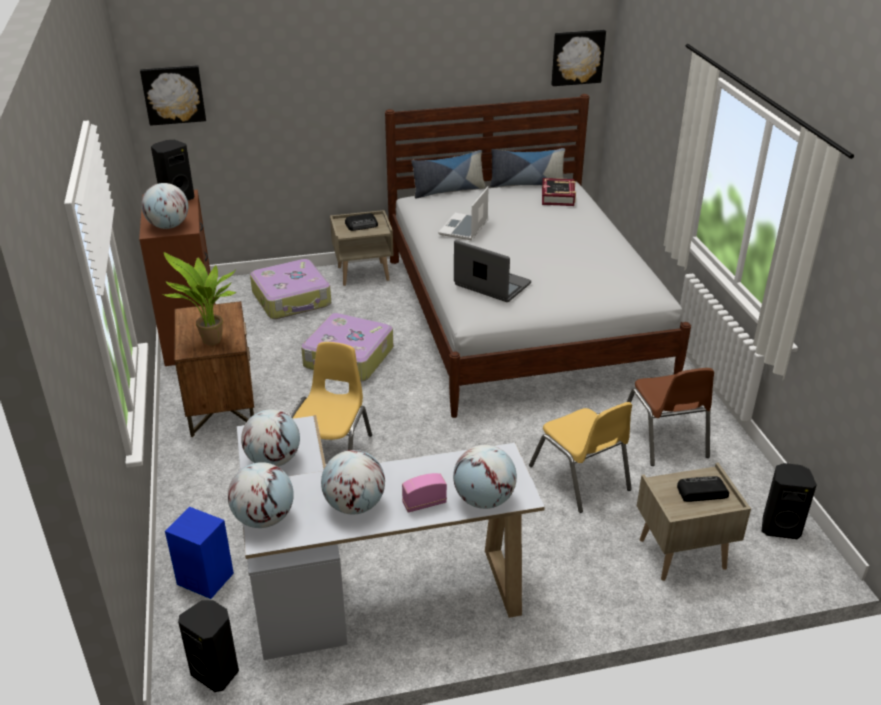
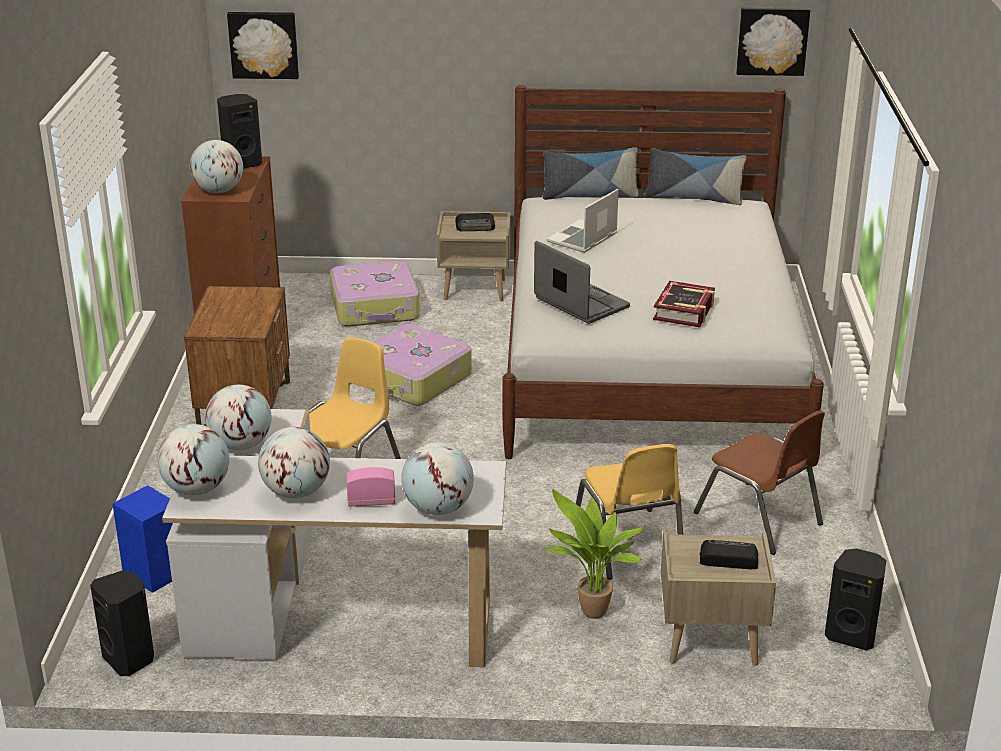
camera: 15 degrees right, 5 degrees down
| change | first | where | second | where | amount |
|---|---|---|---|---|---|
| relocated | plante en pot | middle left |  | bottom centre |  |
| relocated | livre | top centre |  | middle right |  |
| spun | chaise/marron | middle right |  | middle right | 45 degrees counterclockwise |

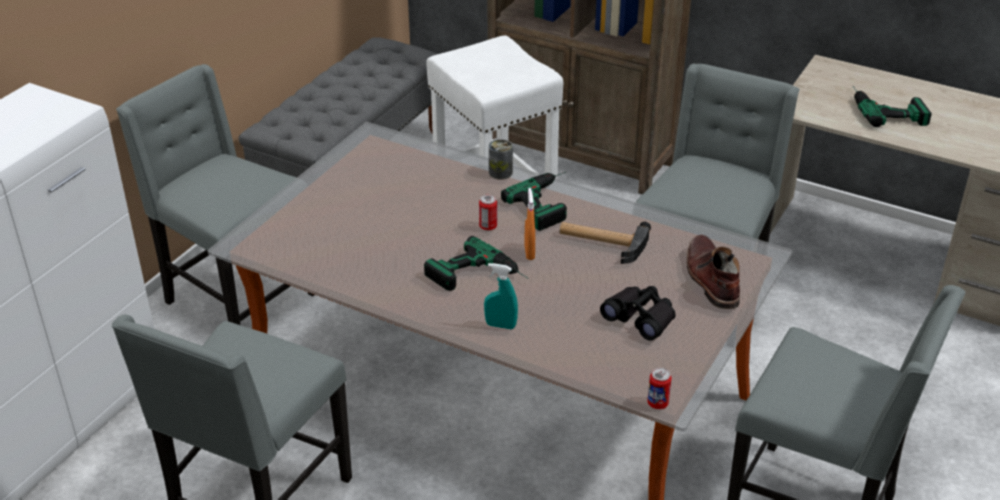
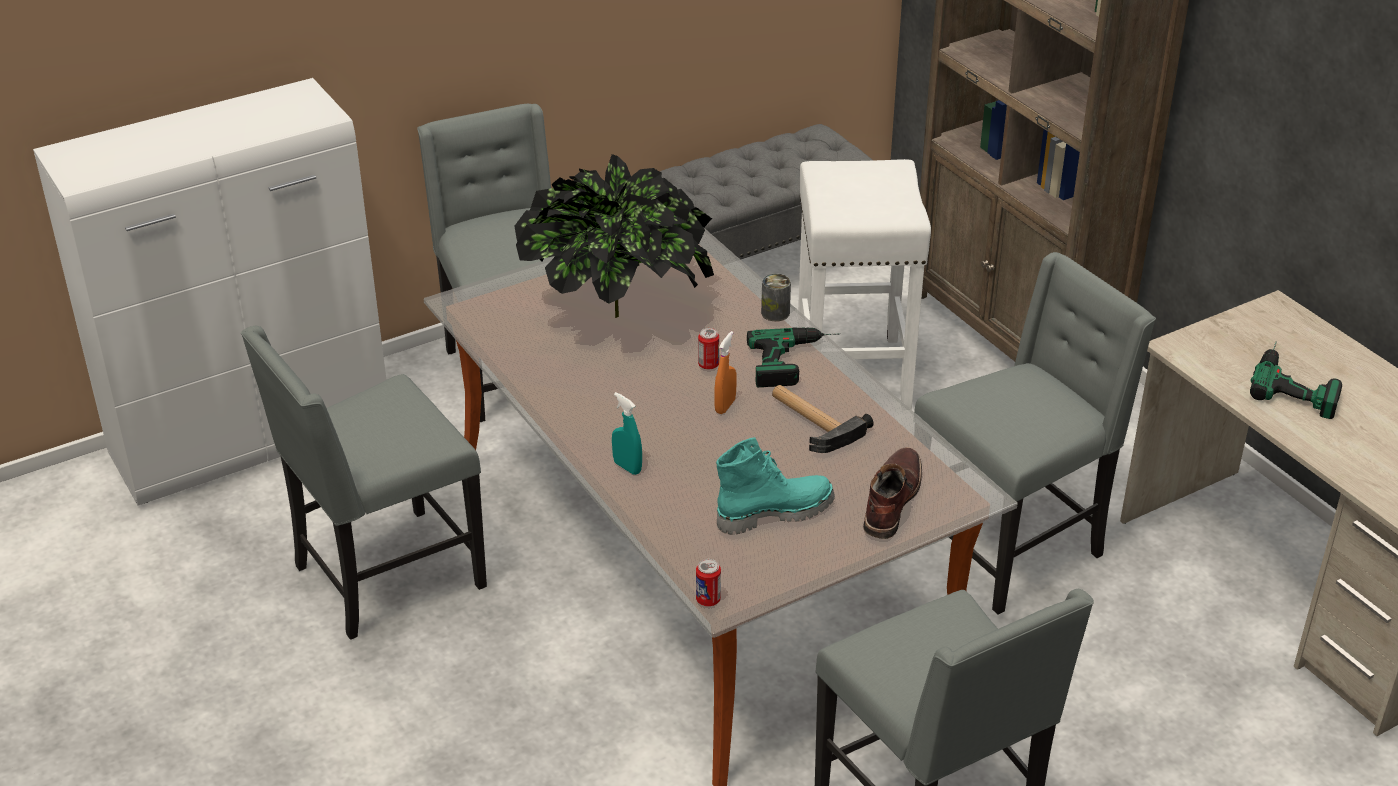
camera: 30 degrees right, 0 degrees up
| change | first | where | second | where | amount |
|---|---|---|---|---|---|
| missing | perceuse (no. 1 from left) | centre |  |  |  |
| appeared |  |  | plante en pot | top centre |  |
| exchanged | jumelles/noir | centre | botte/turquoise | centre |  |

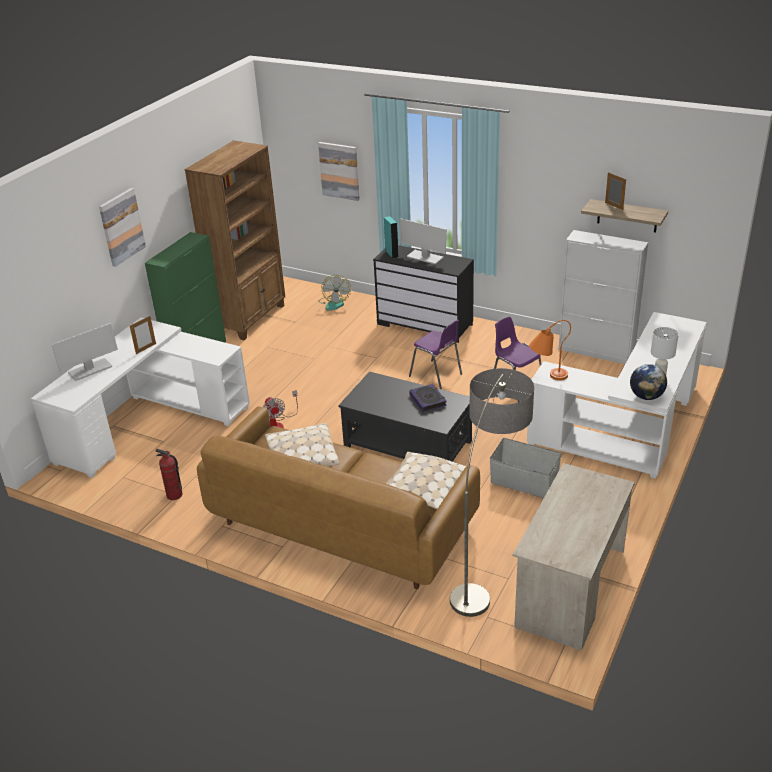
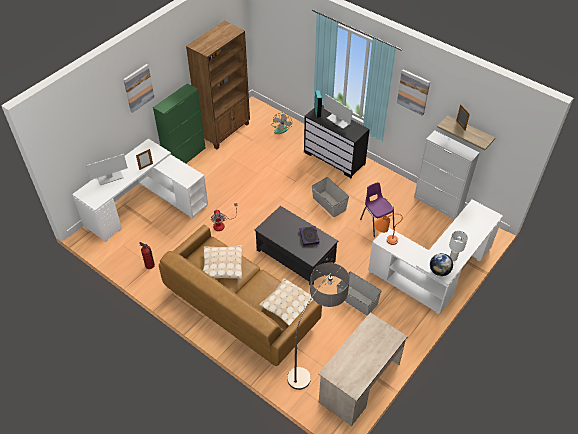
camera: 10 degrees right, 15 degrees up
| change | first | where | second | where | amount |
|---|---|---|---|---|---|
| relocated | tableau (no. 2 from left) | top centre |  | top right |  |
| exchanged | chaise/violet (no. 1 from left) | centre | boîte de rangement/gris (no. 1 from left) | centre |  |

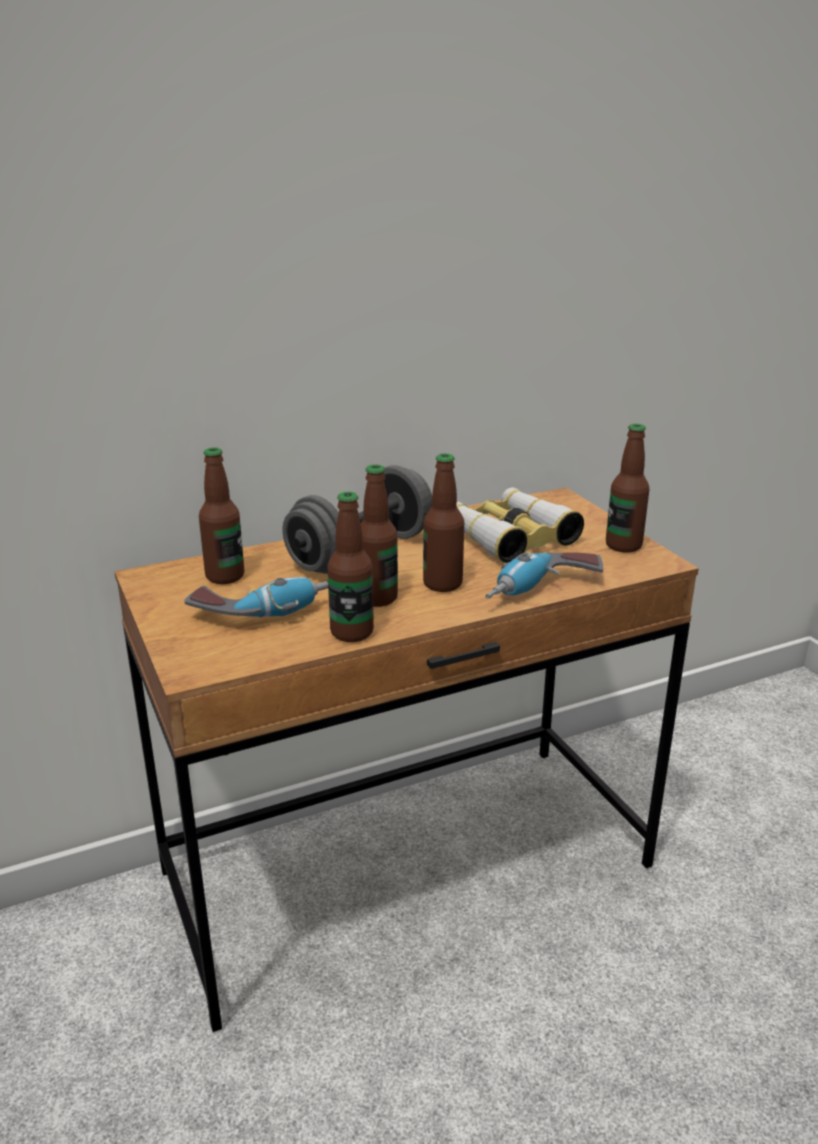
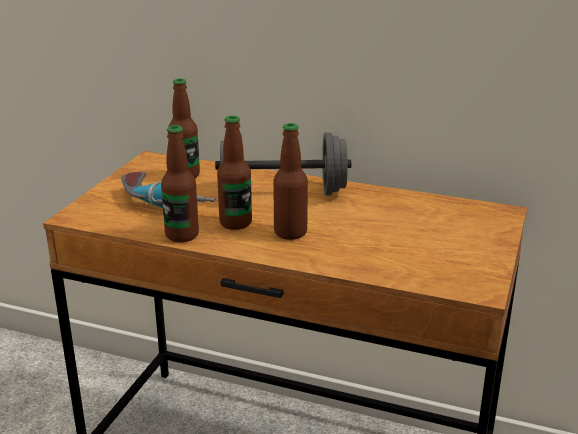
camera: 45 degrees right, 0 degrees up
| change | first | where | second | where | amount |
|---|---|---|---|---|---|
| missing | jumelles | centre |  |  |  |
| missing | perceuse (no. 2 from left) | centre |  |  |  |
| missing | bouteille (no. 5 from left) | middle right |  |  |  |

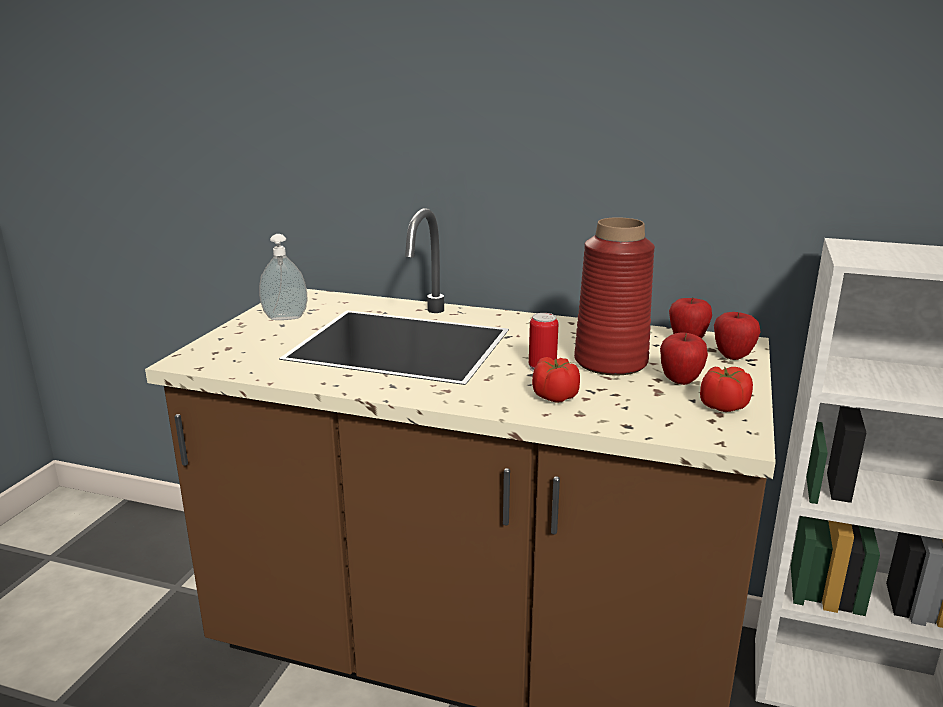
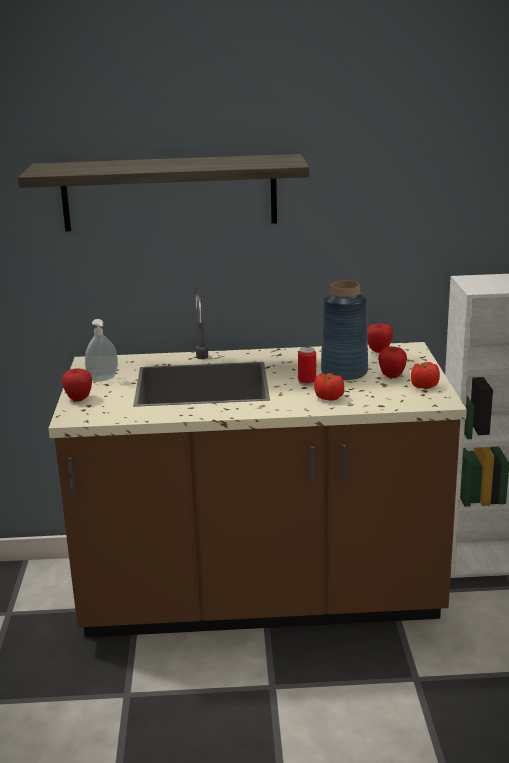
camera: 20 degrees left, 0 degrees up
| change | first | where | second | where | amount |
|---|---|---|---|---|---|
| appeared |  |  | étagère | top left |  |
| relocated | pomme (no. 3 from left in the first image) | middle right | pomme (no. 1 from left) | middle left |  |
| colour | vase/rouge | centre | vase/bleu | middle right |  |

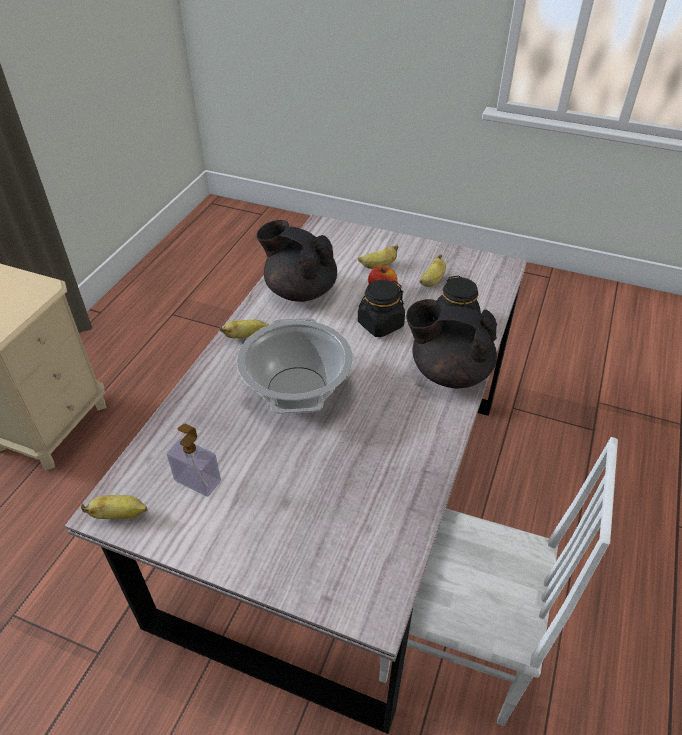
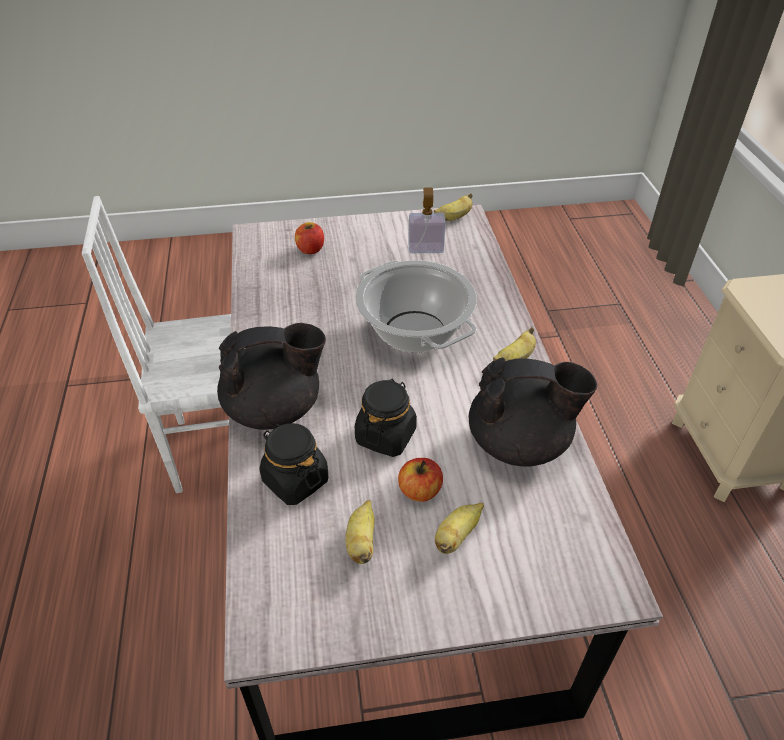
camera: 150 degrees right, 0 degrees up
| change | first | where | second | where | amount |
|---|---|---|---|---|---|
| appeared |  |  | pomme (no. 1 from left) | top centre |  |

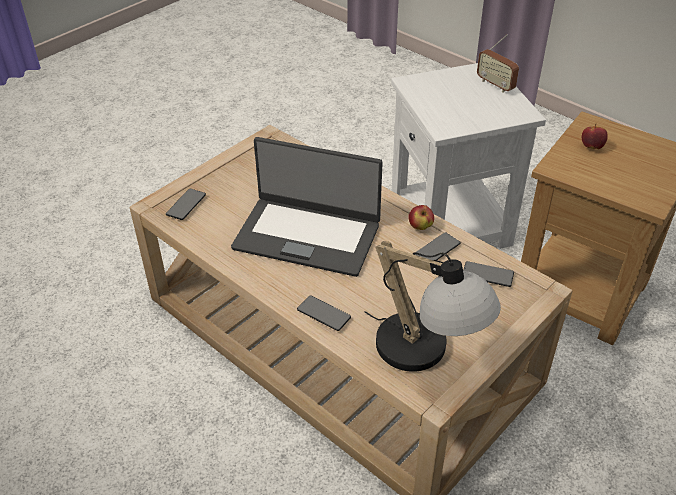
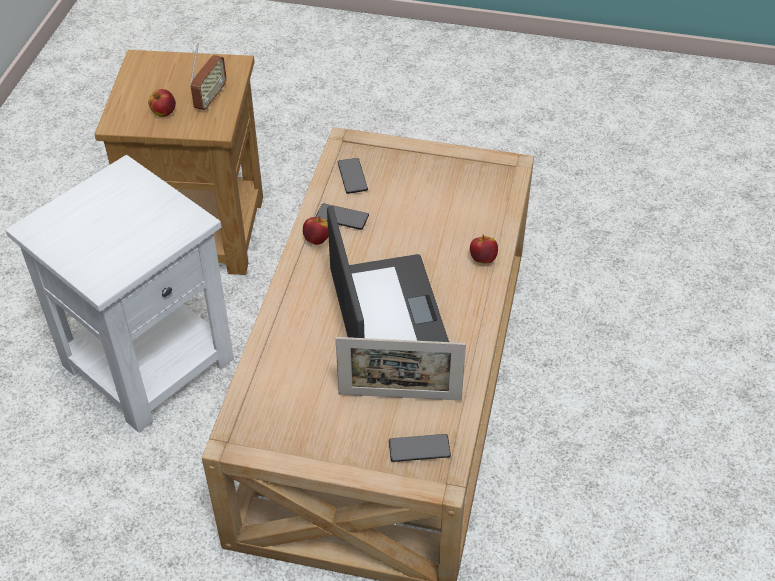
camera: 120 degrees left, 5 degrees up
| change | first | where | second | where | amount |
|---|---|---|---|---|---|
| missing | lampe de table | centre |  |  |  |
| appeared |  |  | cadre photo | centre |  |
| relocated | radio | top right |  | top left |  |
| exchanged | téléphone (no. 2 from left) | centre | pomme (no. 3 from left) | centre |  |

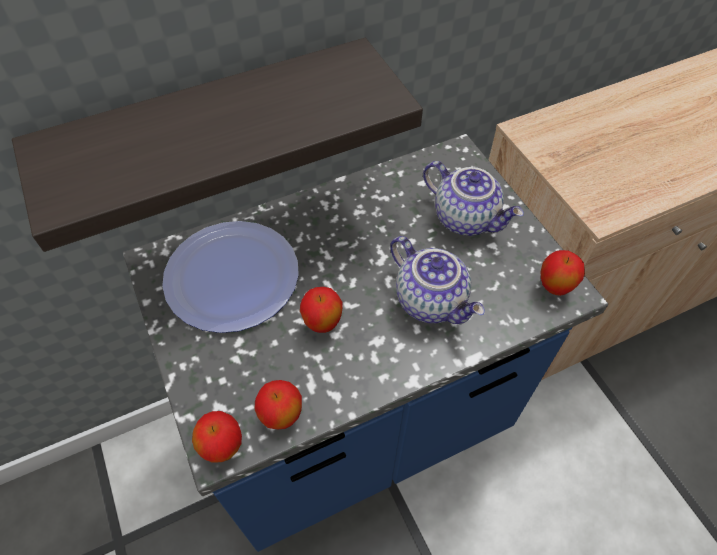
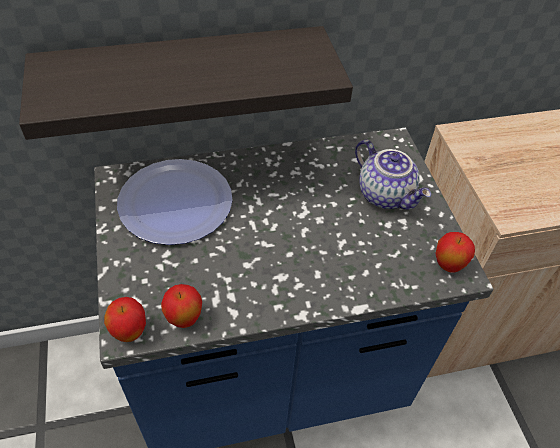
camera: 10 degrees right, 5 degrees down
| change | first | where | second | where | amount |
|---|---|---|---|---|---|
| missing | pomme (no. 3 from left) | centre |  |  |  |
| missing | théière (no. 1 from left) | centre |  |  |  |

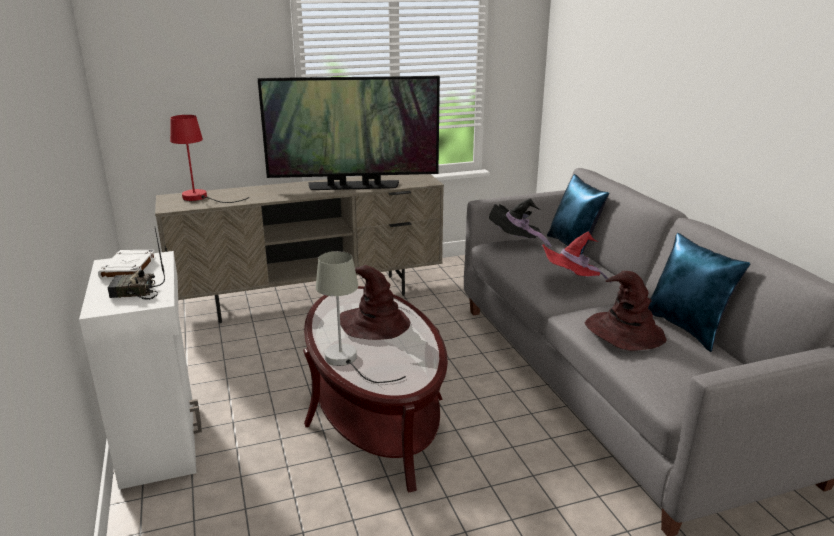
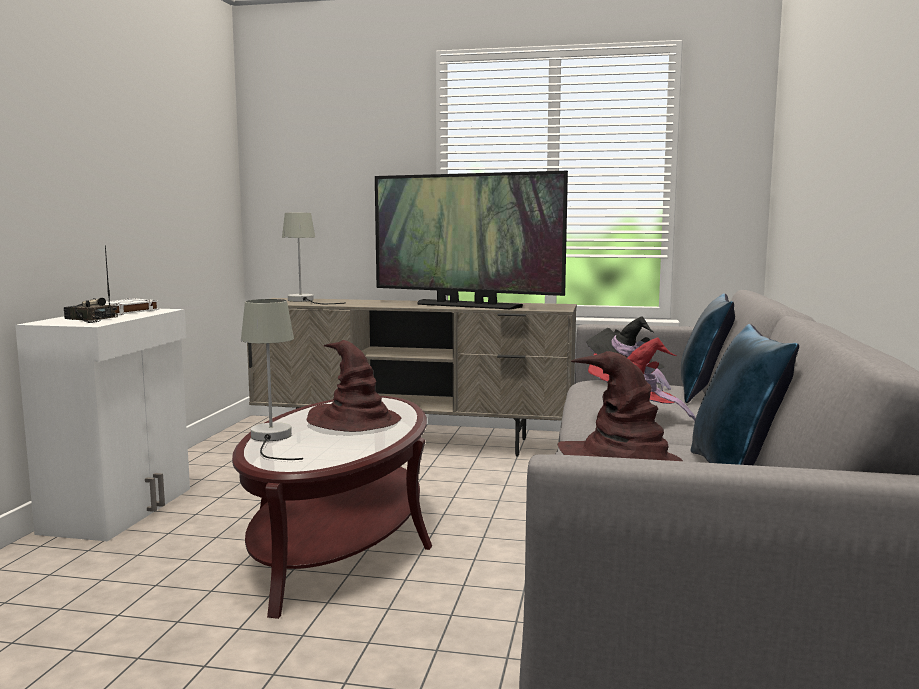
camera: 30 degrees right, 15 degrees down
| change | first | where | second | where | amount |
|---|---|---|---|---|---|
| colour | lampe de table/rouge | top left | lampe de table/gris (no. 2 from left) | centre |  |

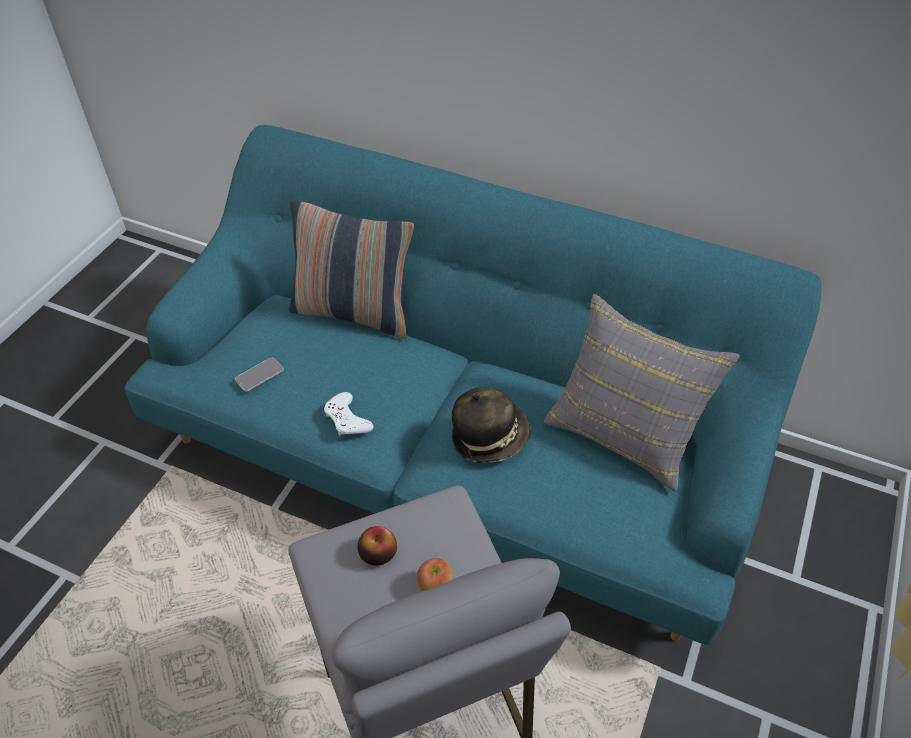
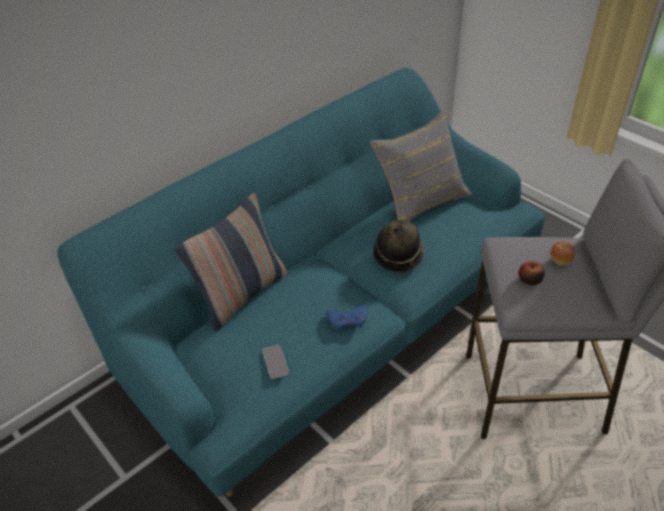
camera: 65 degrees left, 5 degrees down
| change | first | where | second | where | amount |
|---|---|---|---|---|---|
| colour | manette/blanc | centre | manette/bleu | centre |  |

